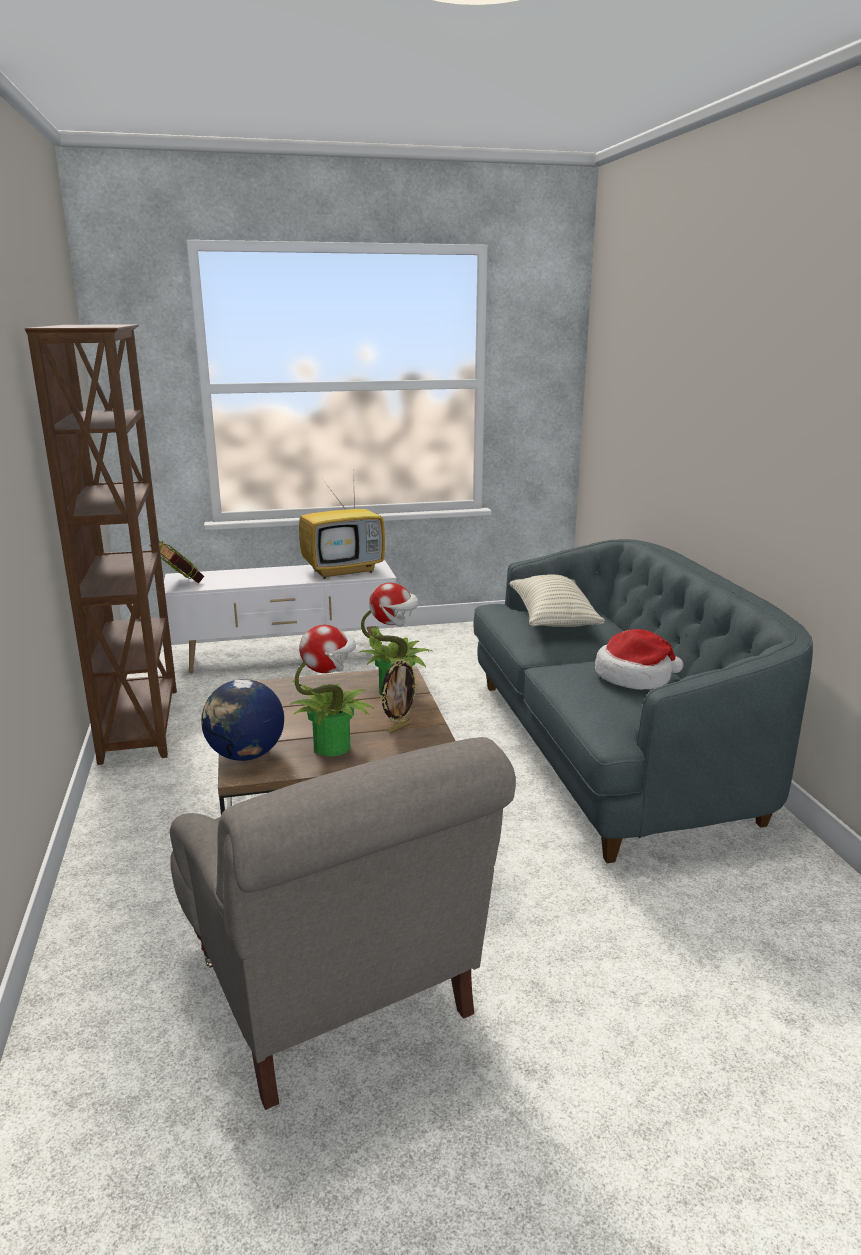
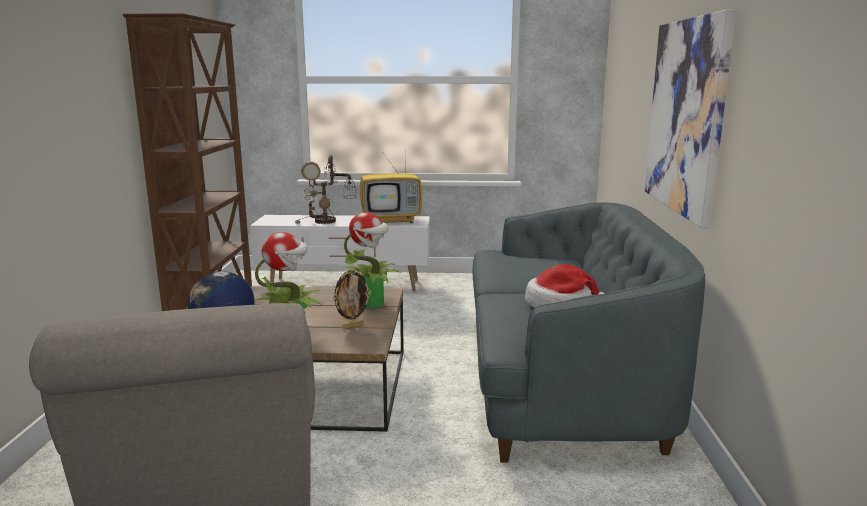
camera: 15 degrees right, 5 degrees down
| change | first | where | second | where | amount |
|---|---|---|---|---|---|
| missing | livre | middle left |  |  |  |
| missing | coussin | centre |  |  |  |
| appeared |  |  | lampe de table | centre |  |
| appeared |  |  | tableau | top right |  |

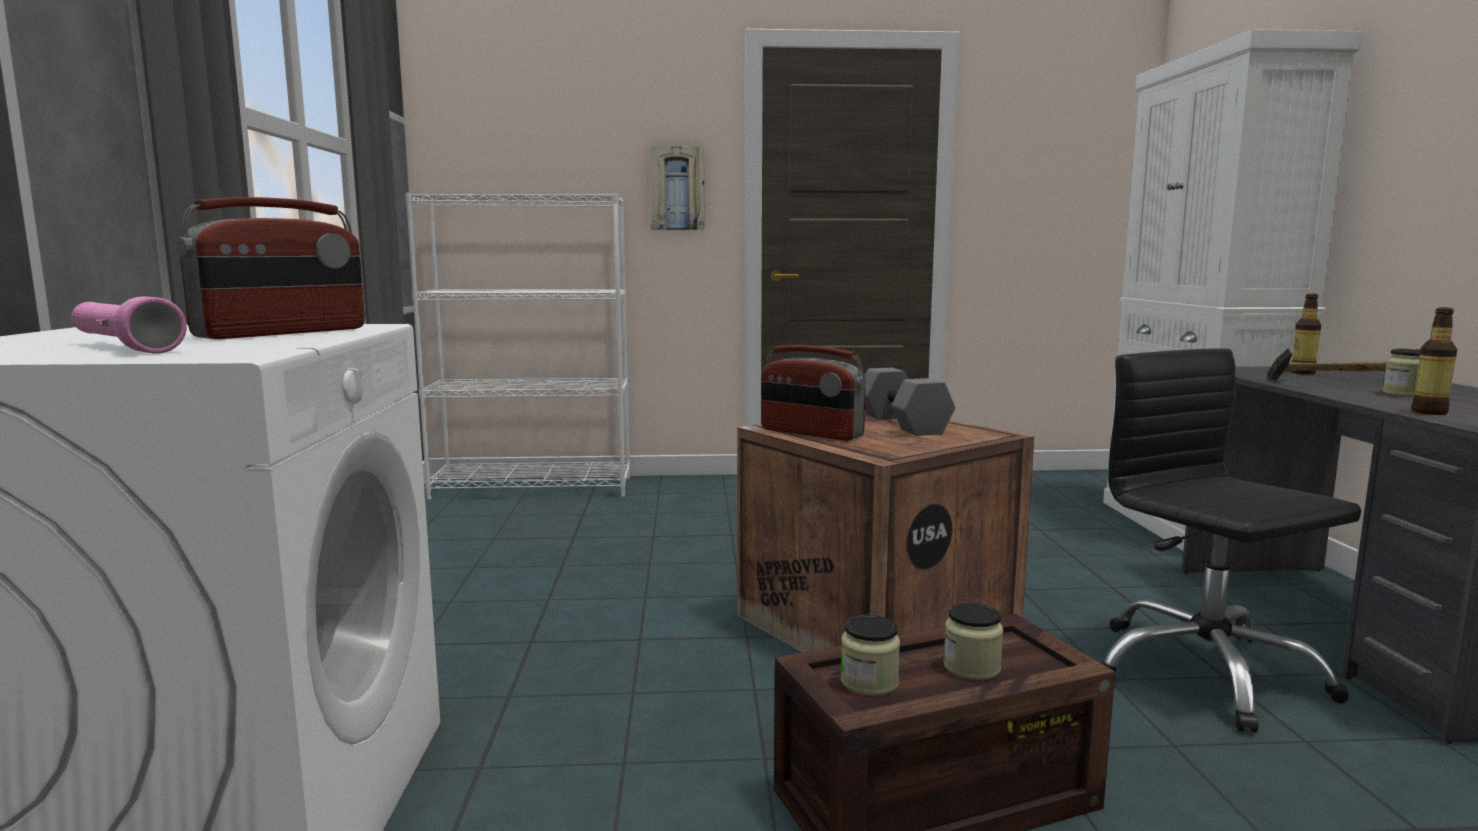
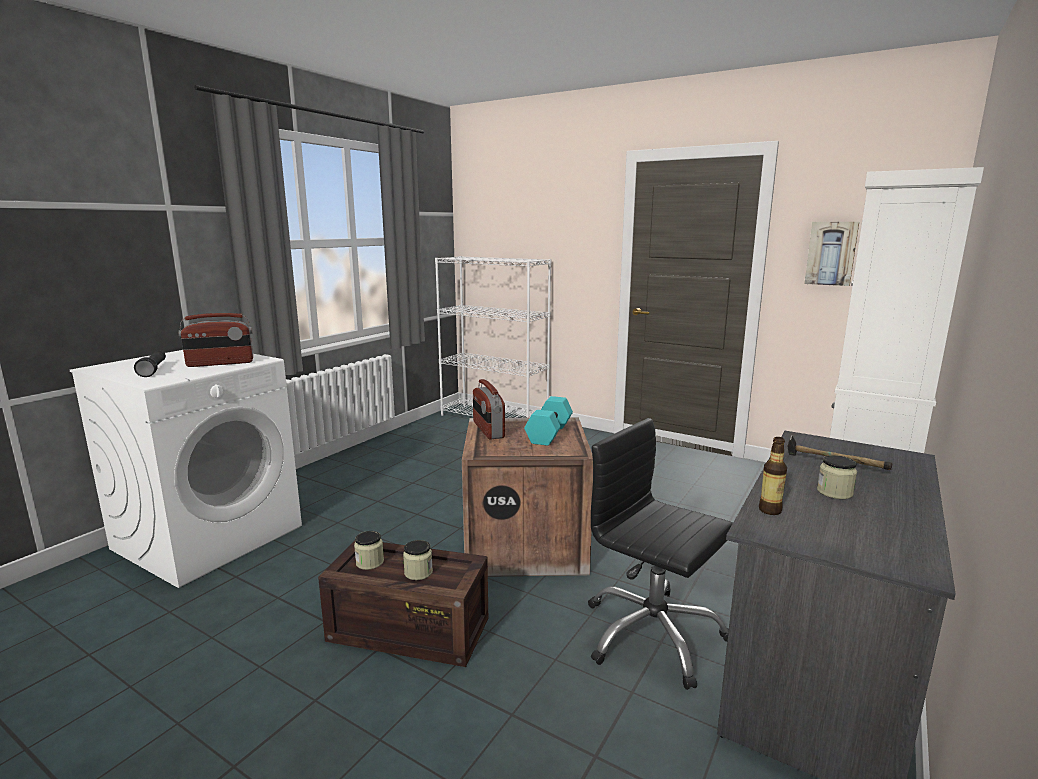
camera: 35 degrees right, 5 degrees up
| change | first | where | second | where | amount |
|---|---|---|---|---|---|
| missing | bouteille (no. 1 from left) | middle right |  |  |  |
| relocated | tableau | top centre |  | top right |  |
| colour | lampe de poche/rose | middle left | lampe de poche/noir | middle left |  |
| colour | haltère/gris | centre | haltère/turquoise | centre |  |
| spun | chaise de bureau/noir | middle right |  | bottom centre | 60 degrees counterclockwise |

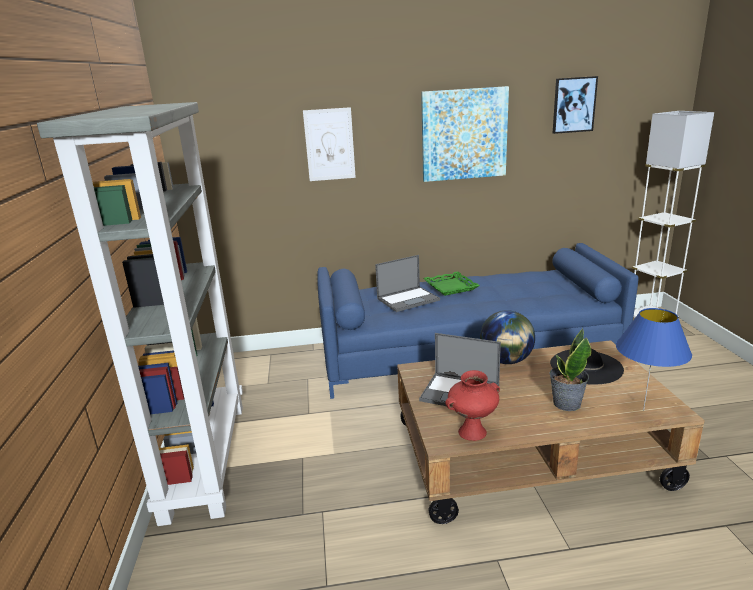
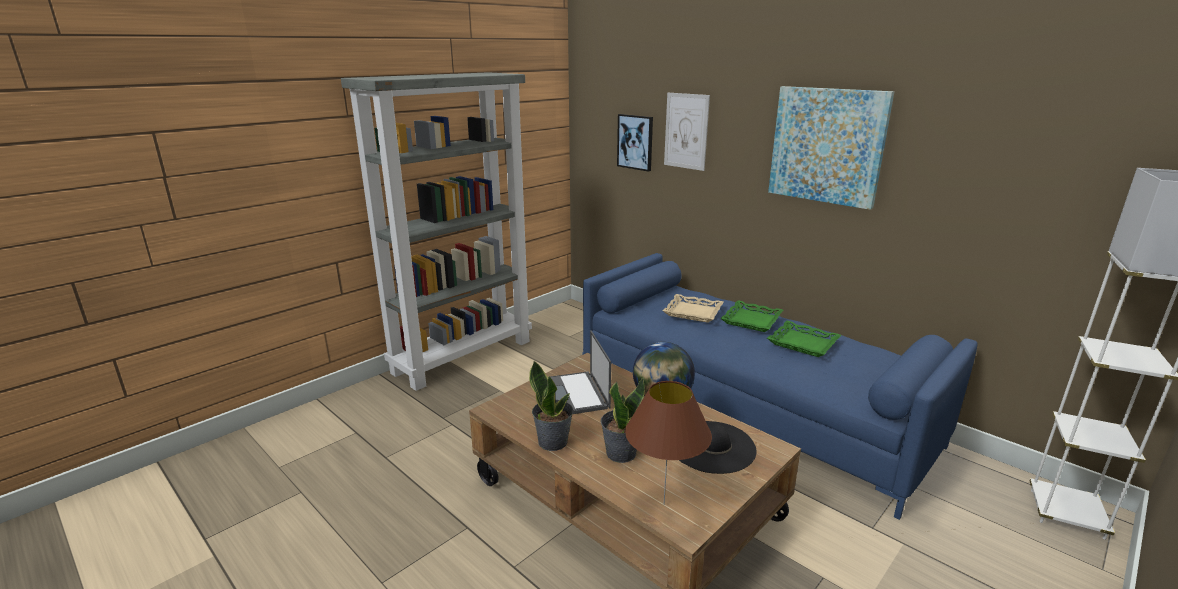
camera: 50 degrees right, 0 degrees up
| change | first | where | second | where | amount |
|---|---|---|---|---|---|
| missing | vase/rouge | bottom centre |  |  |  |
| appeared |  |  | plante en pot (no. 1 from left) | bottom centre |  |
| appeared |  |  | plateau/vert (no. 2 from left) | middle right |  |
| relocated | tableau (no. 3 from left in the first image) | top right | tableau (no. 1 from left) | top centre |  |
| exchanged | ordinateur portable (no. 1 from left) | centre | plateau/beige | centre |  |
| colour | lampe de table/bleu | middle right | lampe de table/marron | bottom centre |  |

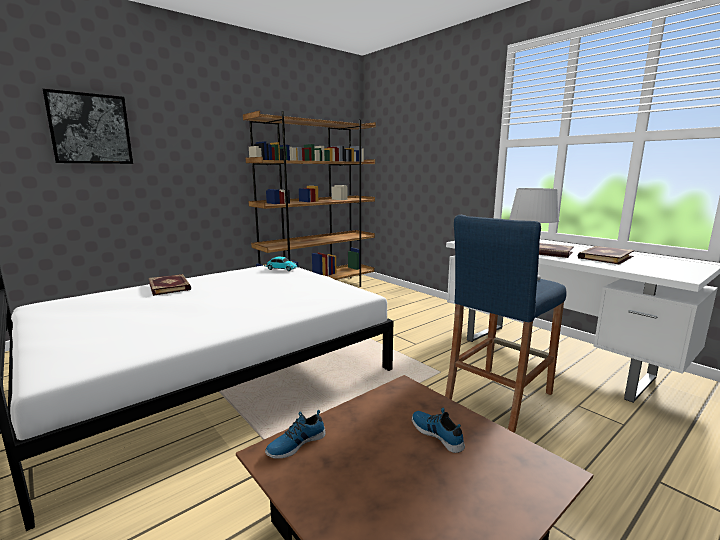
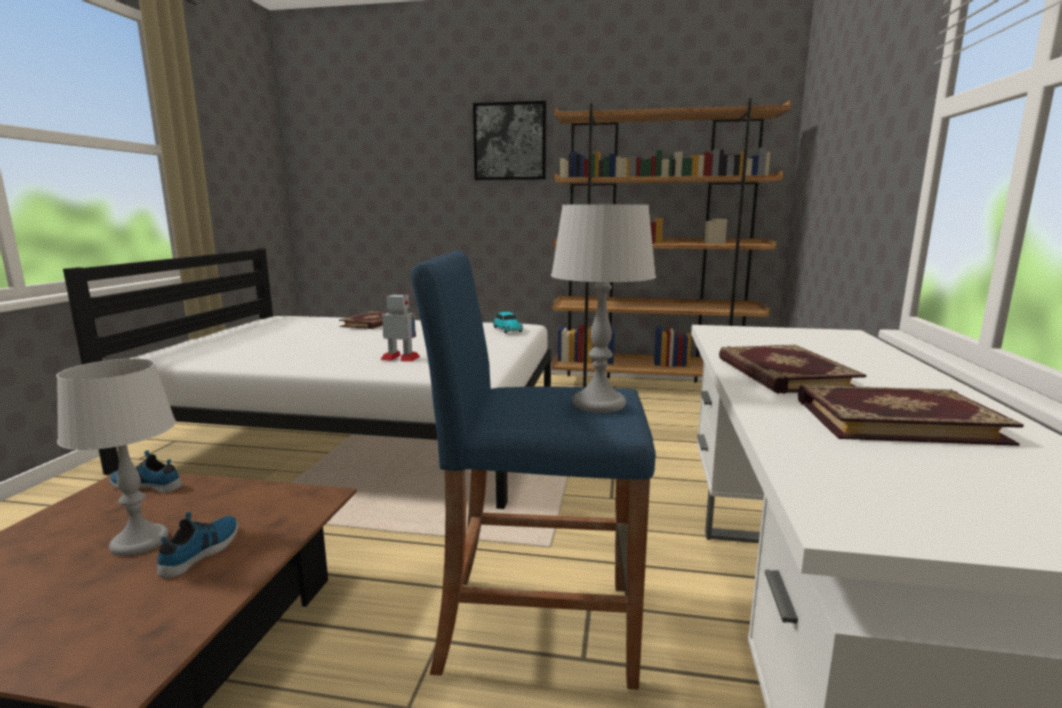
camera: 50 degrees right, 0 degrees up
| change | first | where | second | where | amount |
|---|---|---|---|---|---|
| appeared |  |  | lampe de table/gris (no. 1 from left) | middle left |  |
| appeared |  |  | robot jouet | centre |  |
| relocated | tableau | top left |  | top centre |  |

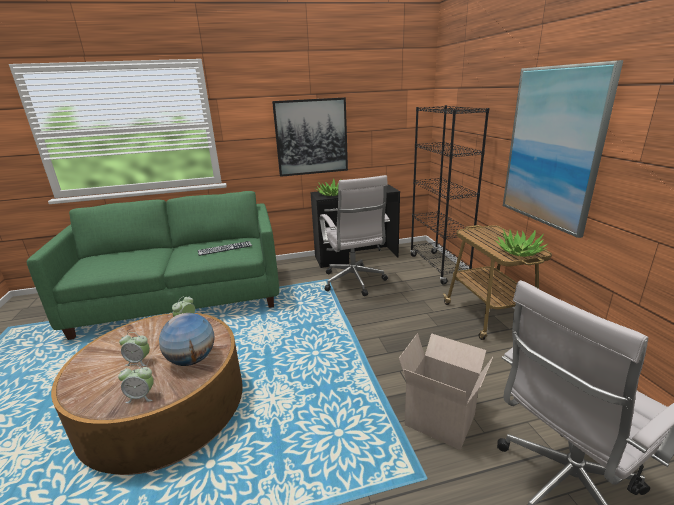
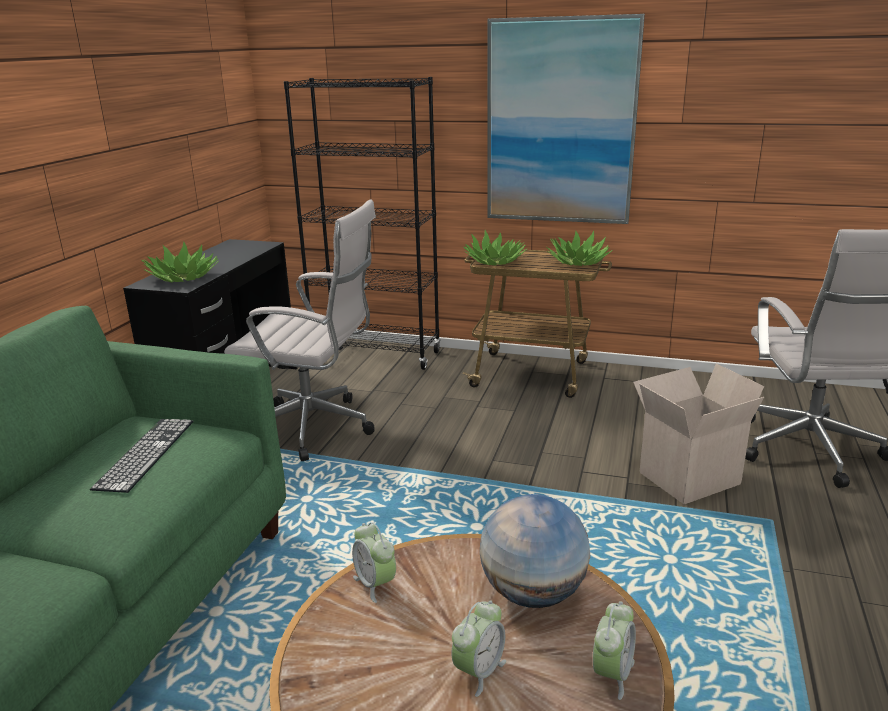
camera: 60 degrees left, 0 degrees up
| change | first | where | second | where | amount |
|---|---|---|---|---|---|
| missing | tableau (no. 1 from left) | top centre |  |  |  |
| appeared |  |  | plante en pot (no. 2 from left) | centre |  |

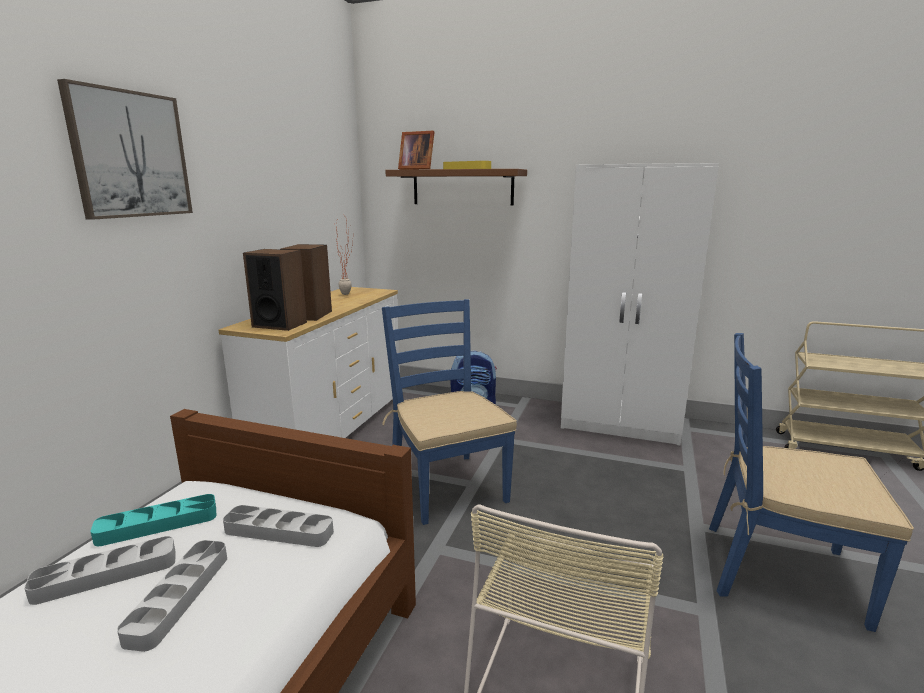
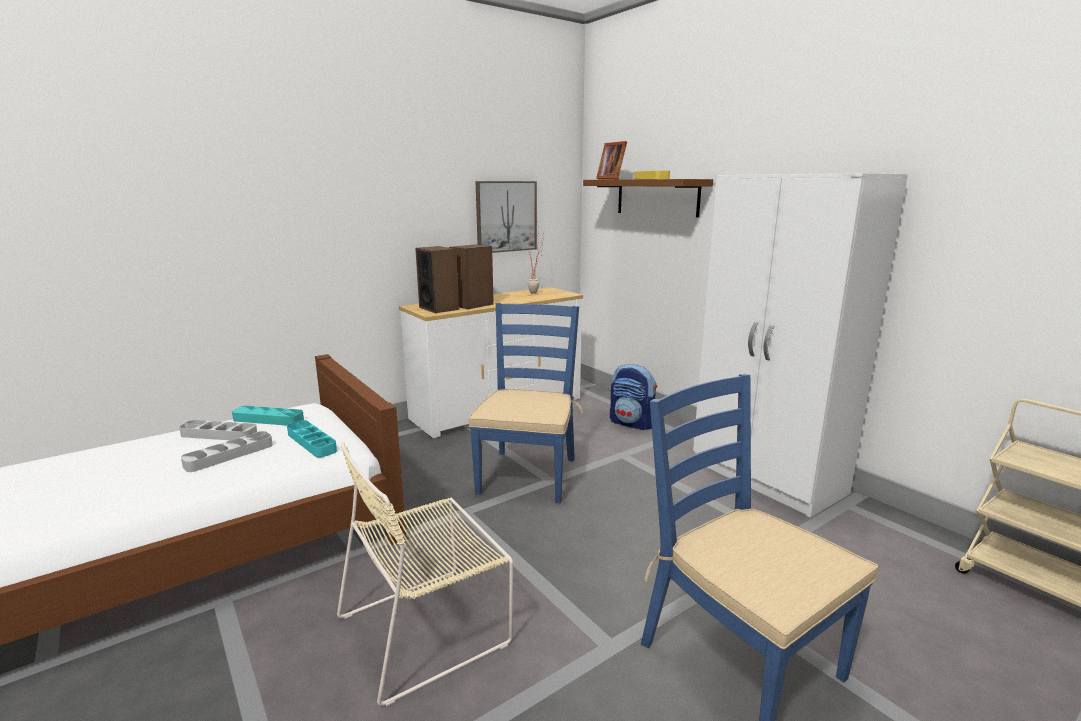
camera: 35 degrees right, 0 degrees up
| change | first | where | second | where | amount |
|---|---|---|---|---|---|
| relocated | tableau | top left |  | top centre |  |
| colour | plateau/gris (no. 3 from left) | bottom left | plateau/turquoise (no. 2 from left) | middle left |  |

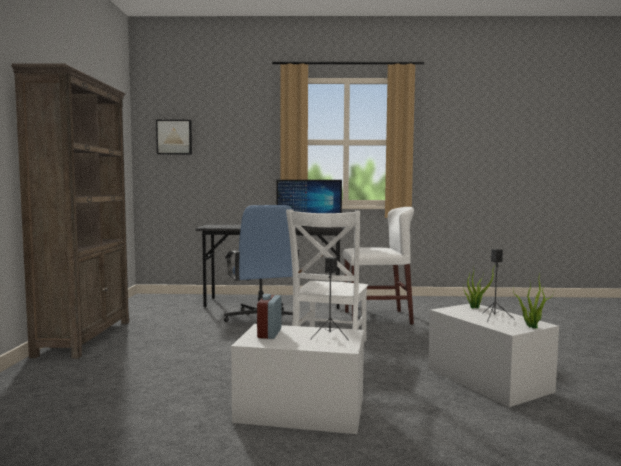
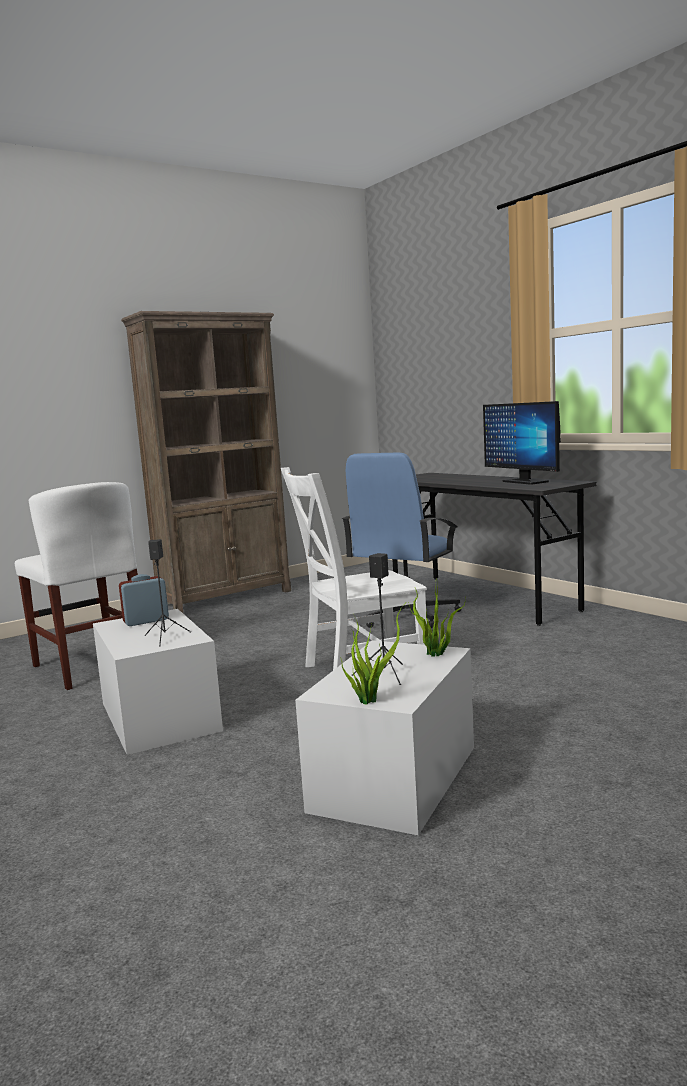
camera: 55 degrees right, 5 degrees up
| change | first | where | second | where | amount |
|---|---|---|---|---|---|
| missing | tableau | top left |  |  |  |
| relocated | chaise/blanc (no. 2 from left in the first image) | centre | chaise/blanc (no. 1 from left) | middle left |  |

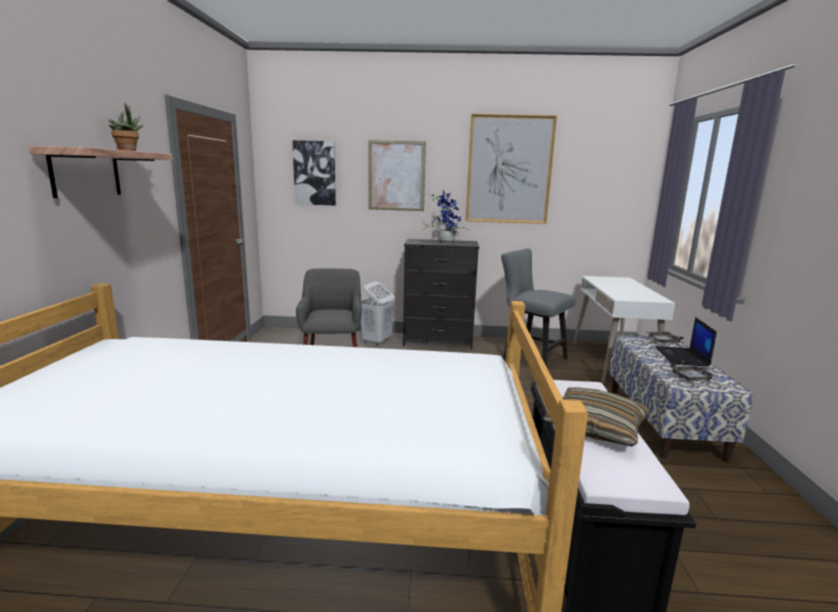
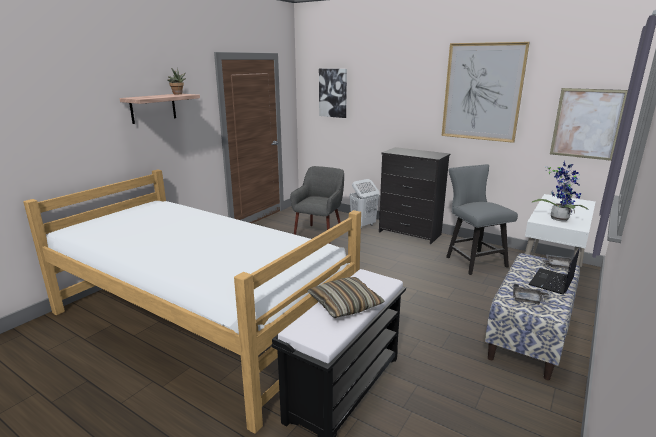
camera: 30 degrees right, 5 degrees up
| change | first | where | second | where | amount |
|---|---|---|---|---|---|
| relocated | tableau (no. 2 from left in the first image) | top centre | tableau (no. 3 from left) | top right |  |
| relocated | plante en pot (no. 2 from left) | centre |  | middle right |  |

